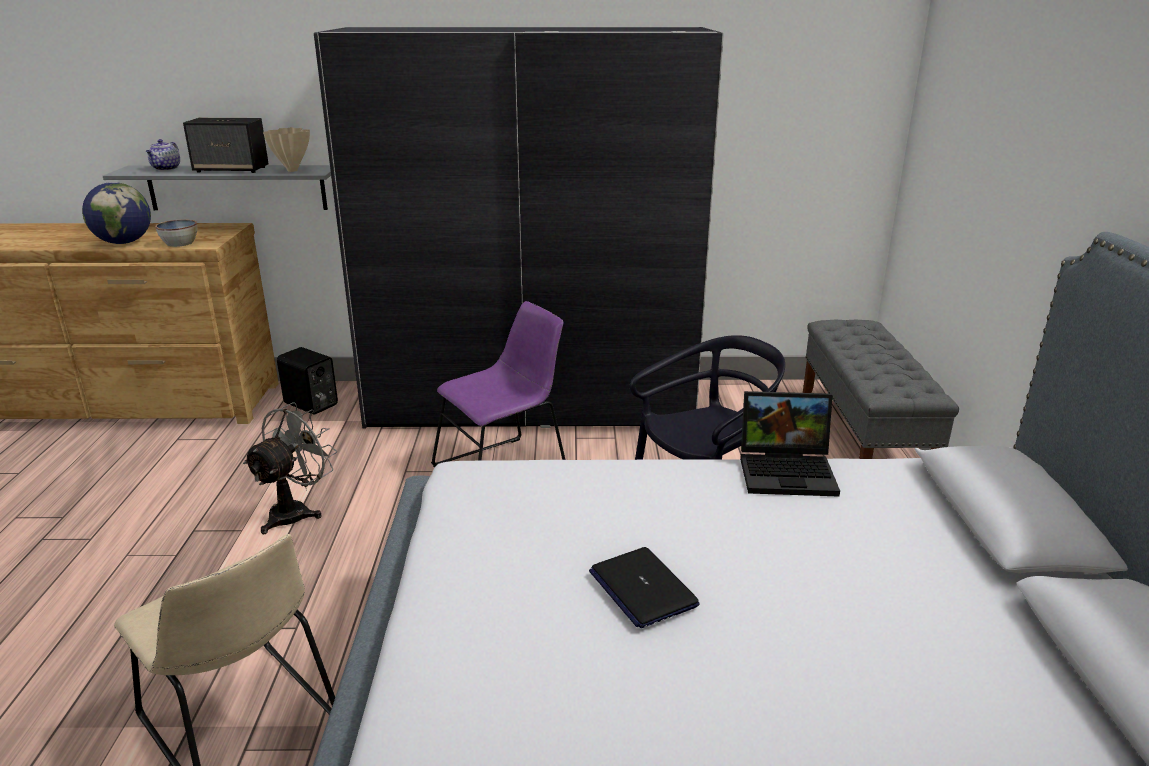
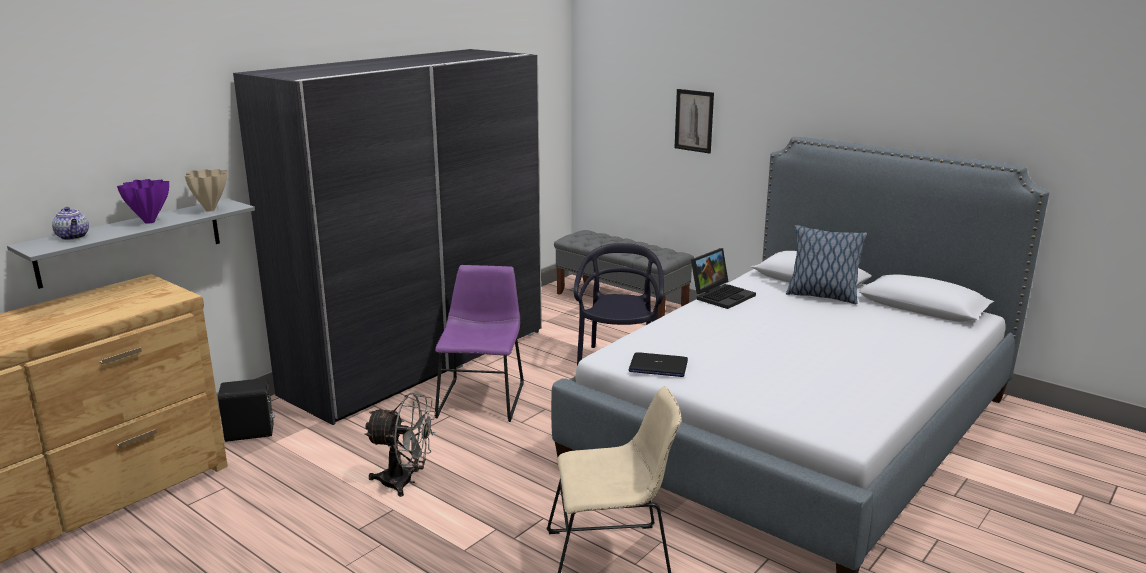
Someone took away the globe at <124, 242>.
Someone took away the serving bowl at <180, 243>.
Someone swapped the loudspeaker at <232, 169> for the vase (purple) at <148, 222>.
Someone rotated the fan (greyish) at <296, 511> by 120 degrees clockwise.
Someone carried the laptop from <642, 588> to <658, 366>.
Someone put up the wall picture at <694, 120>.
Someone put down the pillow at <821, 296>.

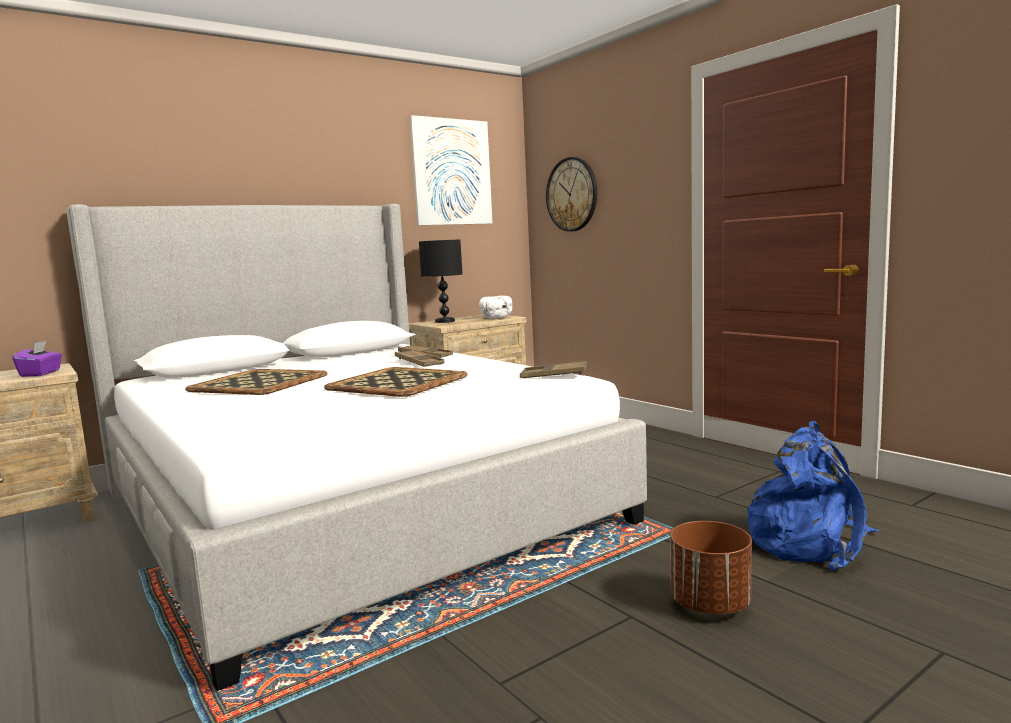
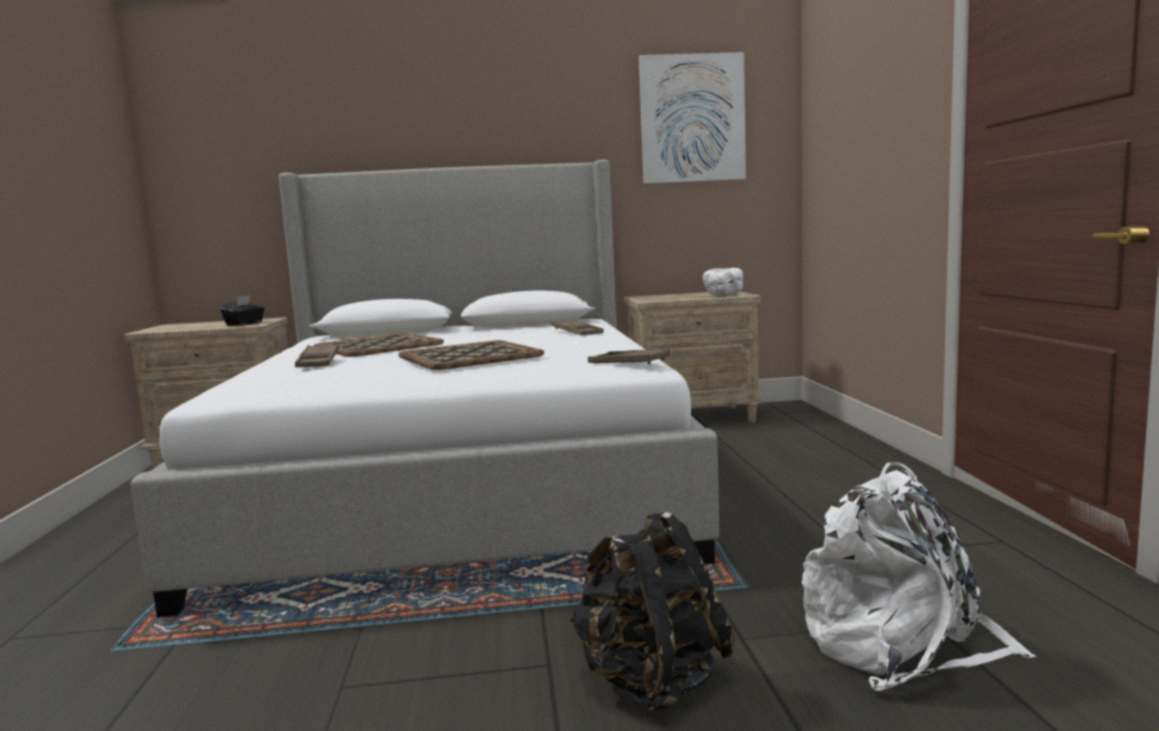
Someone repainted the box of tissues (purple) at <41, 373>, which became the box of tissues (black) at <244, 324>.
Someone carried the carrying tray (brown) from <419, 362> to <318, 361>.
Someone took away the tabletop lamp (black) at <444, 321>.
Someone took away the wall clock at <572, 194>.
Someone swapped the planter (brown) at <710, 605> for the knapsack (black) at <651, 681>.
Someone repainted the knapsack (blue-coloured) at <810, 542>, which became the knapsack (whitish) at <902, 644>.

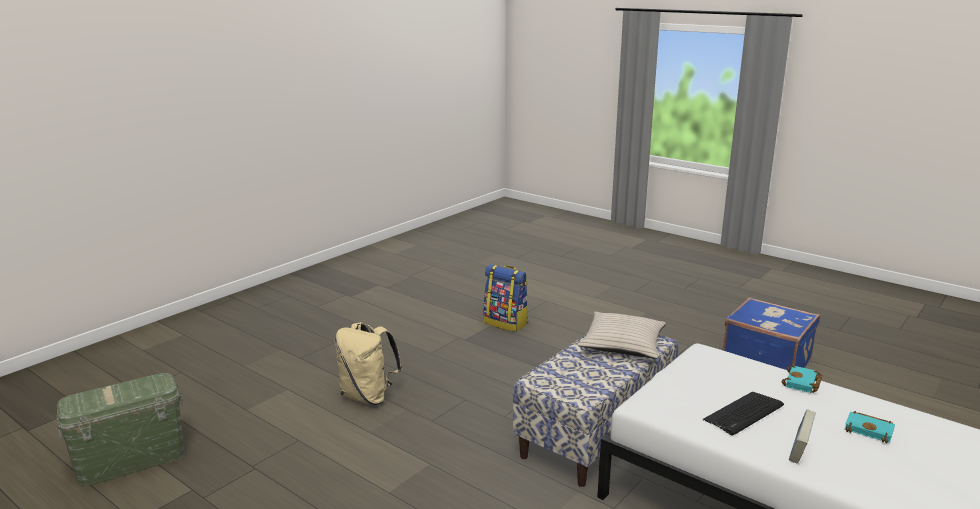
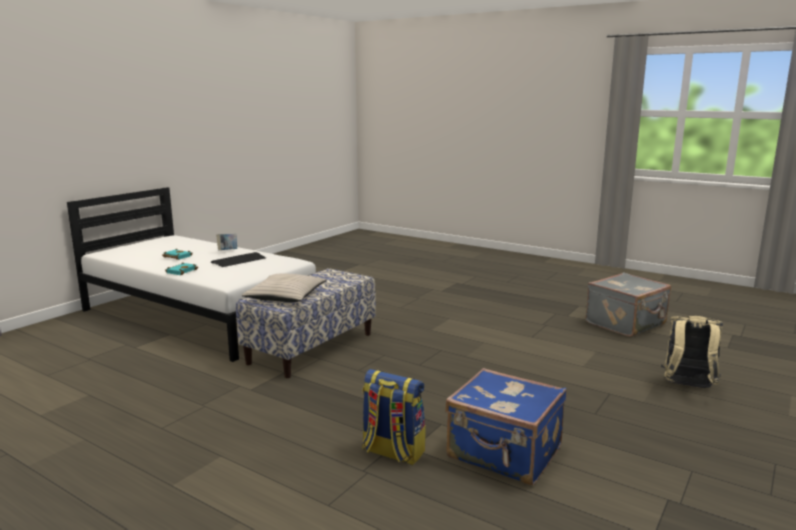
Someone swapped the storage box (greenish) at <131, 461> for the suitcase (greyish) at <626, 324>.
Someone carried the knapsack (beige-coloured) from <368, 396> to <687, 387>.
Someone carried the suitcase (blue-coloured) from <766, 361> to <504, 454>.

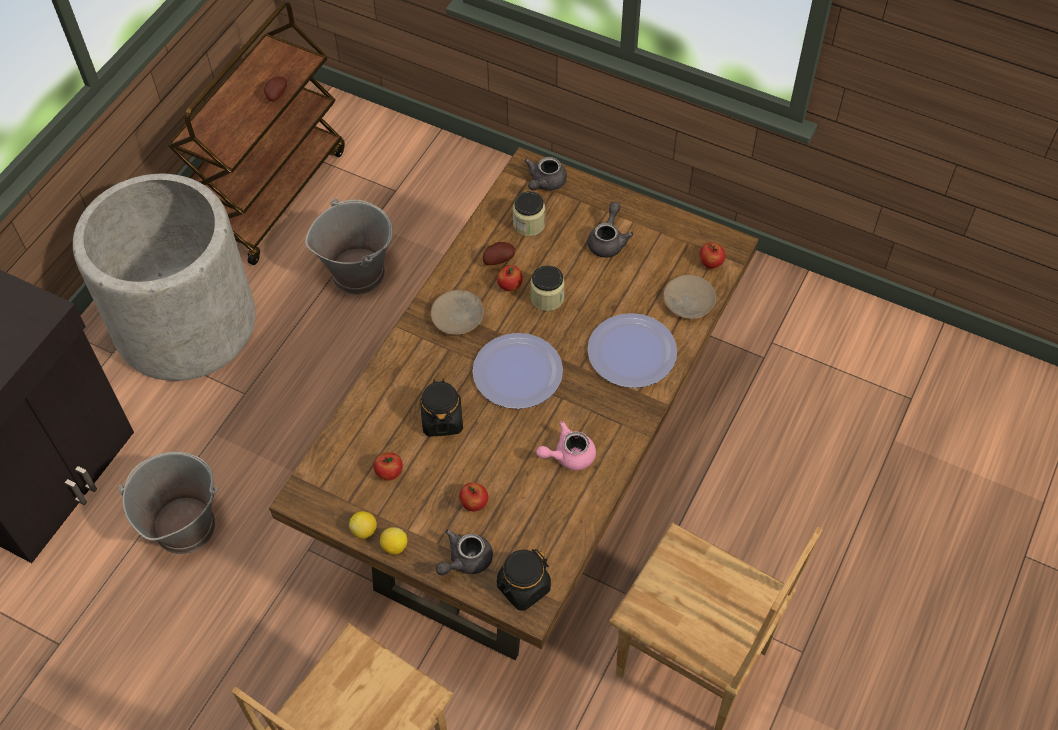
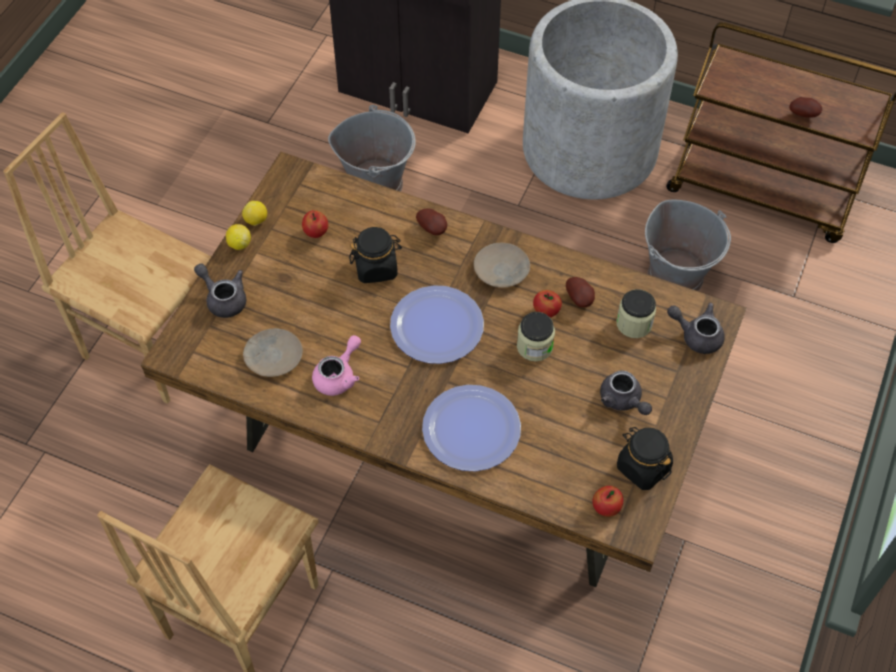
Someone took away the apple fruit at <474, 503>.
Someone carried the jar (black) from <523, 587> to <642, 467>.
Someone rotated the teapot (pinkish) at <568, 455> by 60 degrees clockwise.
Someone rotated the teapot (greyish) at <608, 240> by 45 degrees clockwise.
Someone carried the flat dish (beige-coloured) from <688, 302> to <273, 357>.
Someone put down the spud at <433, 229>.

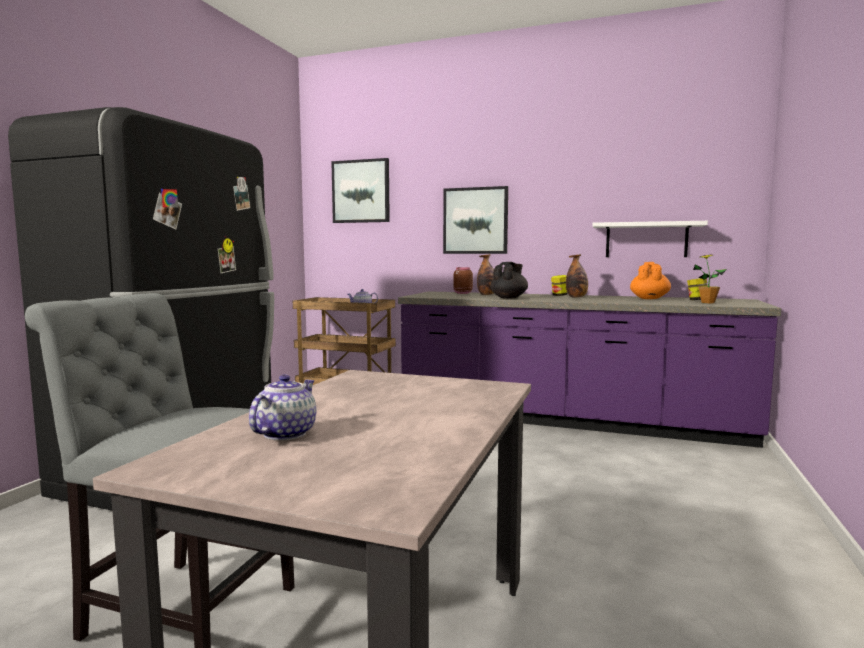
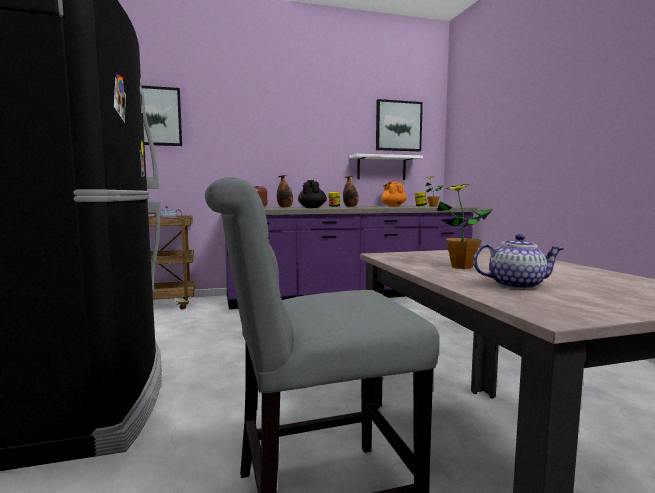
Someone rotated the teapot at <285, 433> by 105 degrees clockwise.
Someone carried the wall picture from <475, 221> to <398, 126>.
Someone put down the plant in a pot at <461, 267>.

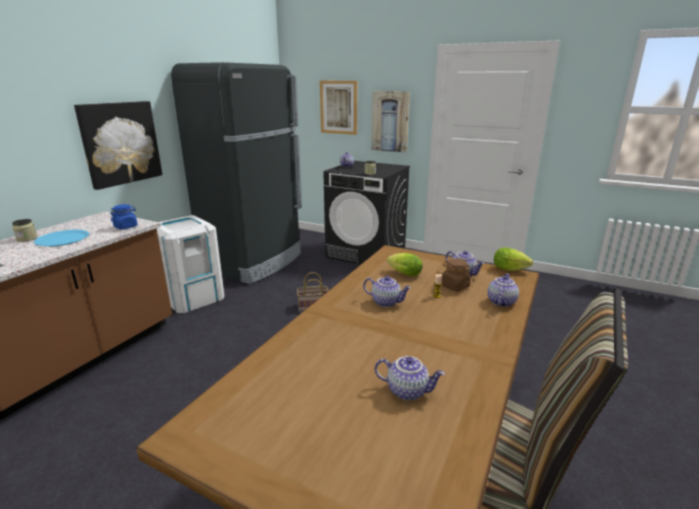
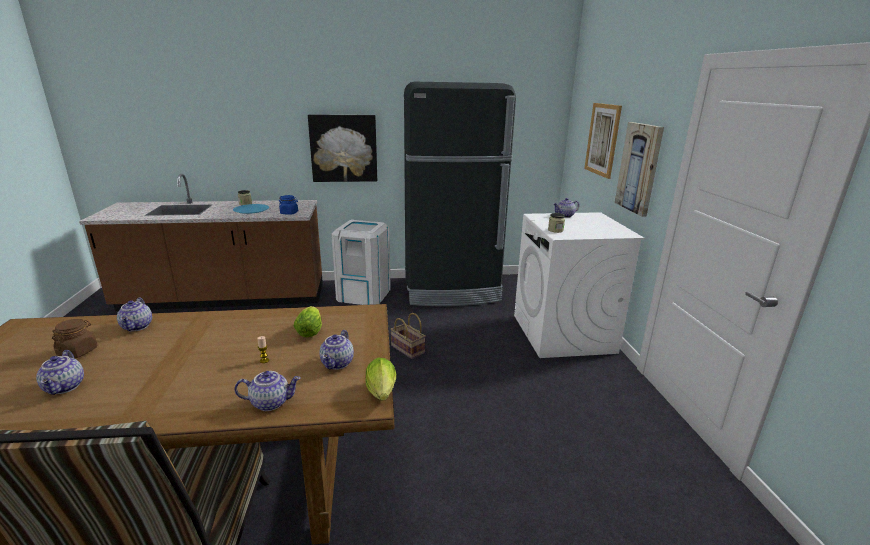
Someone repainted the laundry appliance (black) at <366, 253>, which became the laundry appliance (whitish) at <563, 334>.
Someone carried the teapot from <386, 302> to <138, 327>.
Someone carried the jar (brown) from <454, 286> to <78, 352>.

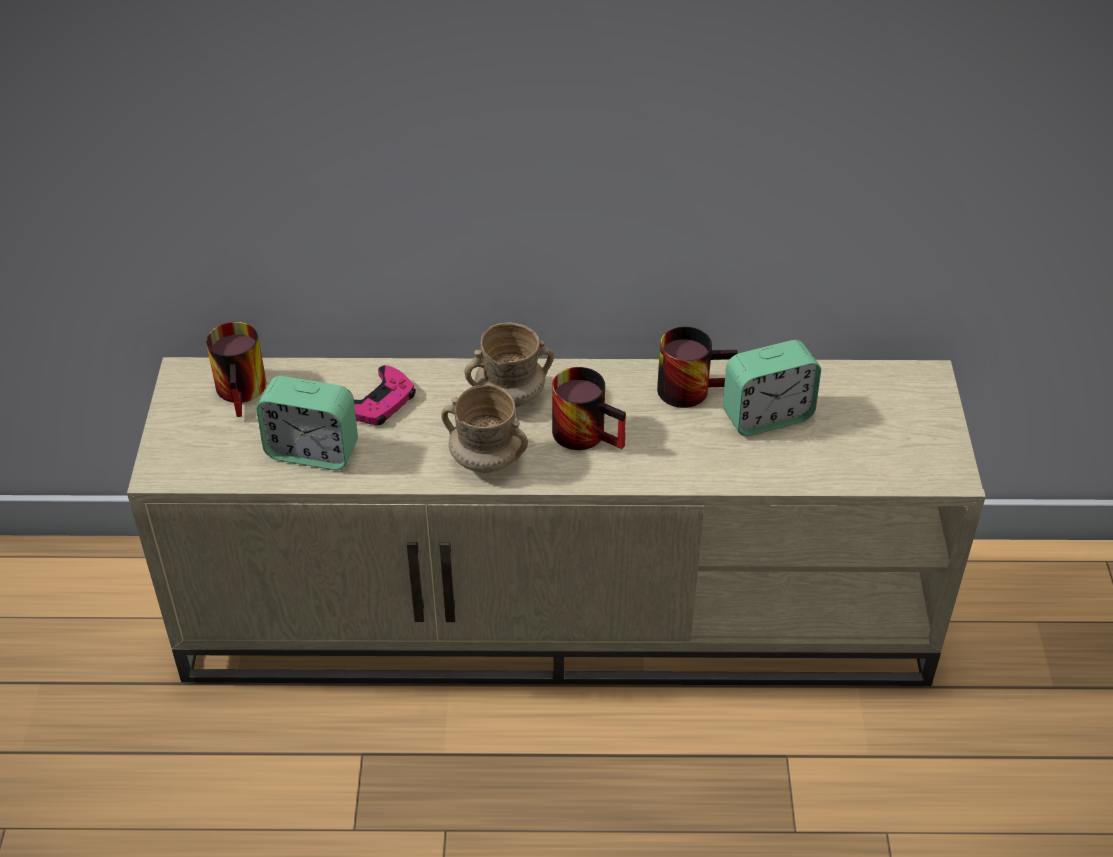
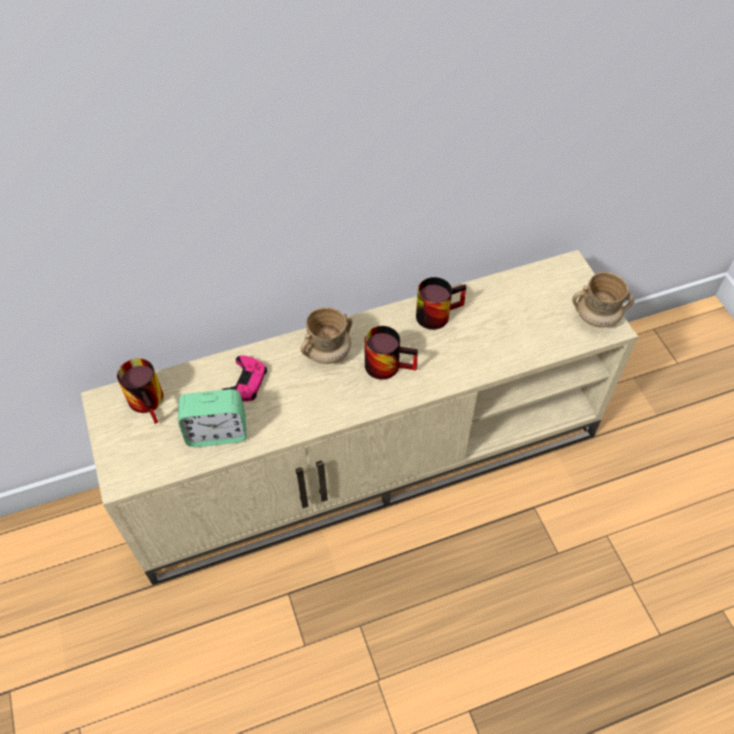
Someone carried the tea mug (beige-coloured) from <485, 460> to <596, 317>.
Someone took away the bedside clock at <767, 416>.

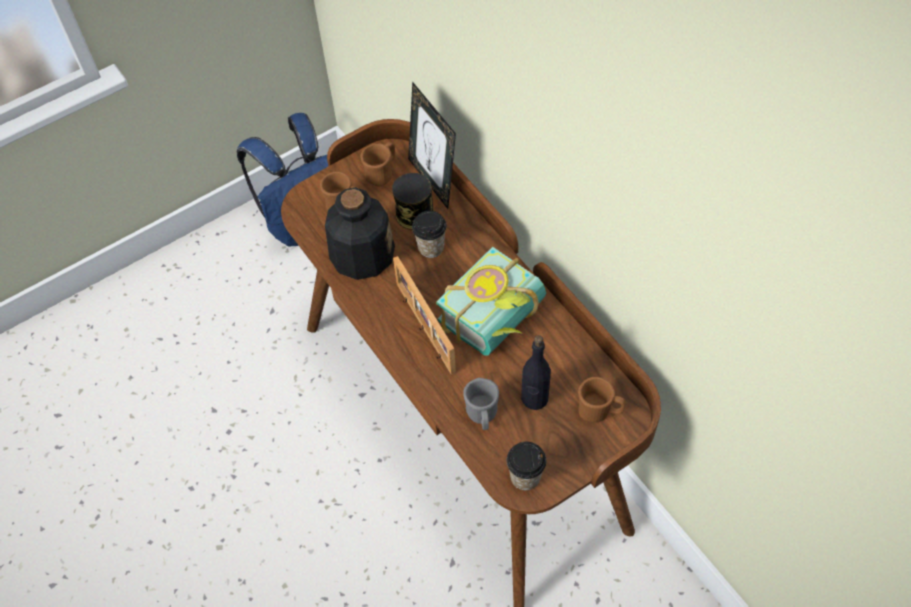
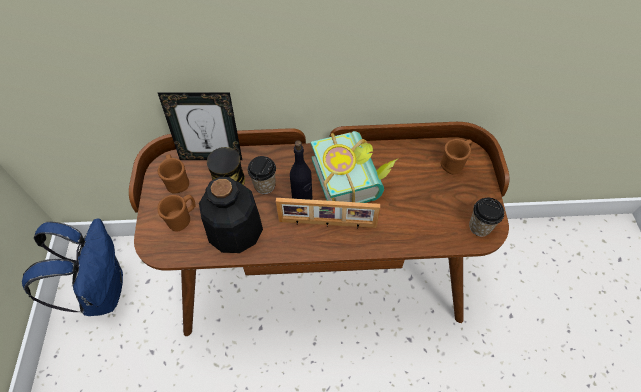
Someone took away the tea mug (greyish) at <482, 415>.
Someone carried the bottle (black) from <534, 398> to <302, 198>.

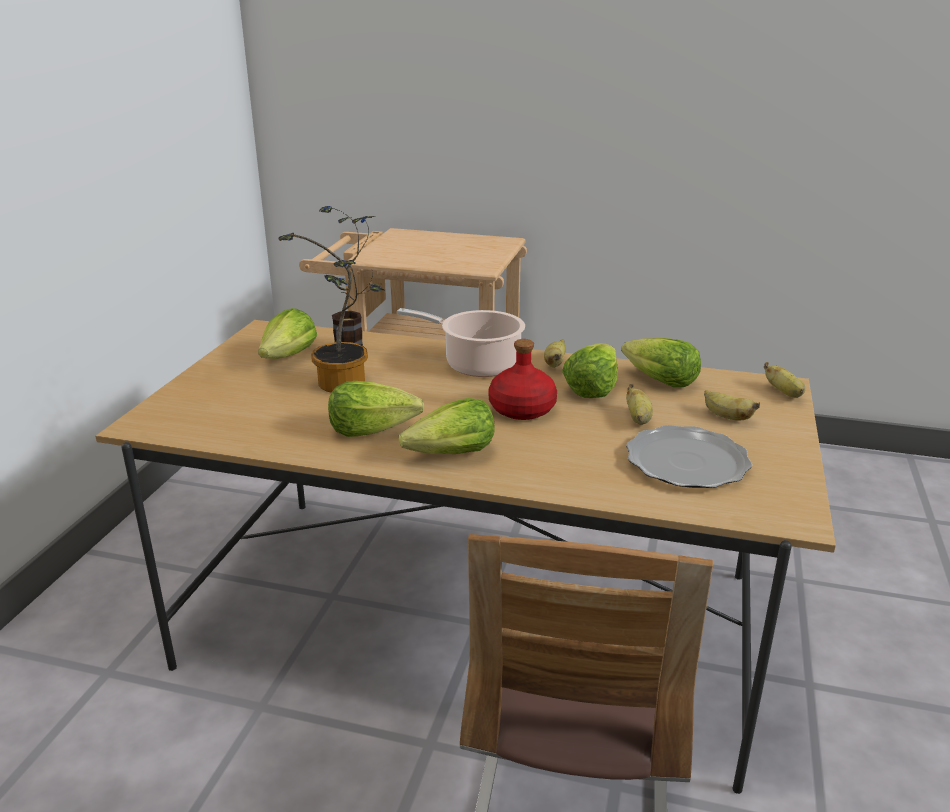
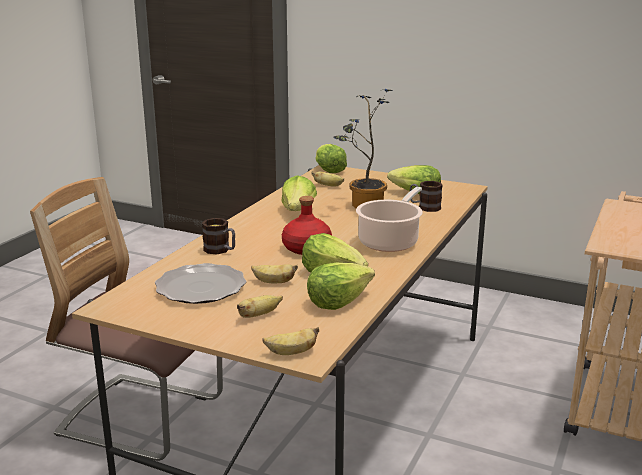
Someone carried the head of lettuce from <452, 454> to <329, 170>.
Someone carried the whole banana from <555, 363> to <328, 186>.
Someone put down the tea mug at <220, 250>.

